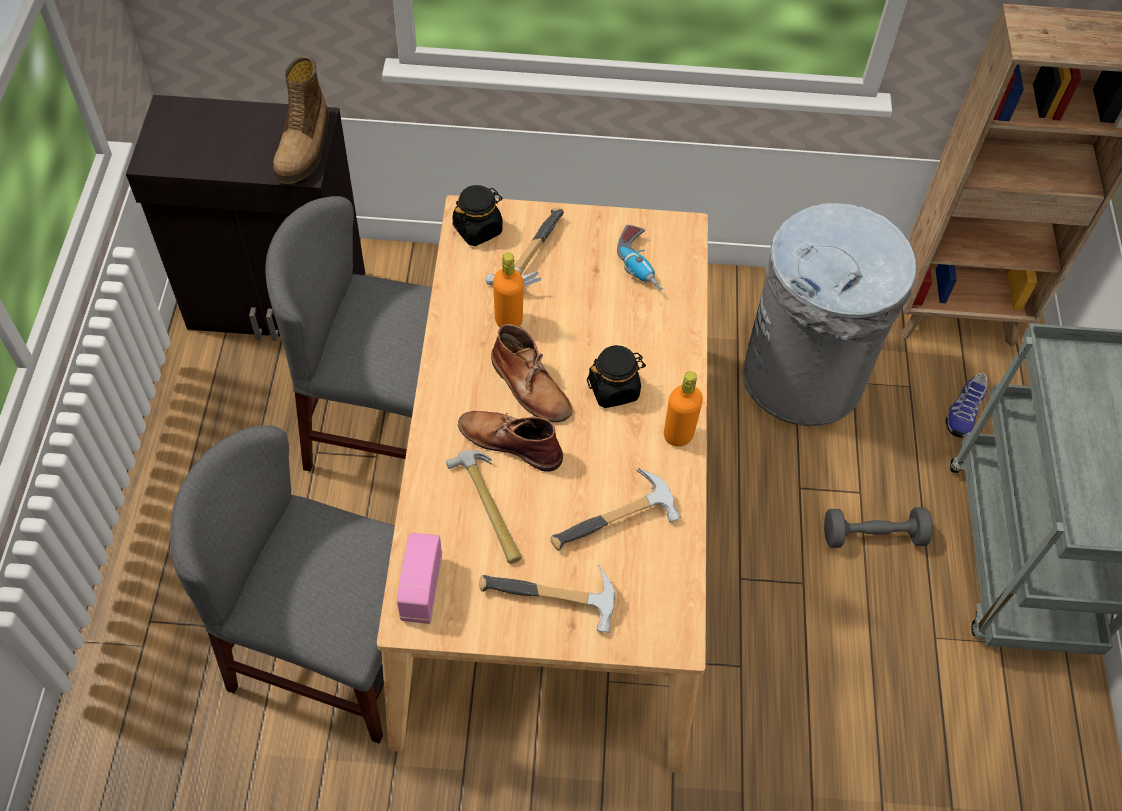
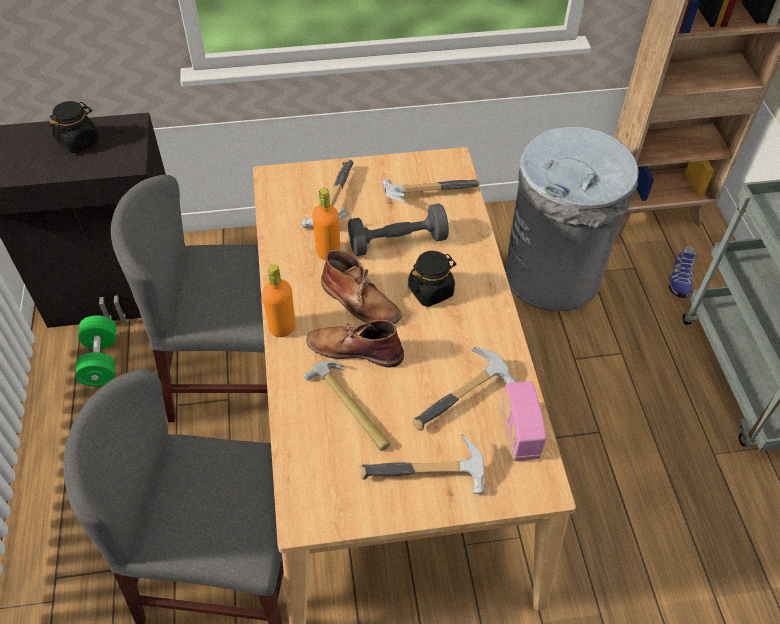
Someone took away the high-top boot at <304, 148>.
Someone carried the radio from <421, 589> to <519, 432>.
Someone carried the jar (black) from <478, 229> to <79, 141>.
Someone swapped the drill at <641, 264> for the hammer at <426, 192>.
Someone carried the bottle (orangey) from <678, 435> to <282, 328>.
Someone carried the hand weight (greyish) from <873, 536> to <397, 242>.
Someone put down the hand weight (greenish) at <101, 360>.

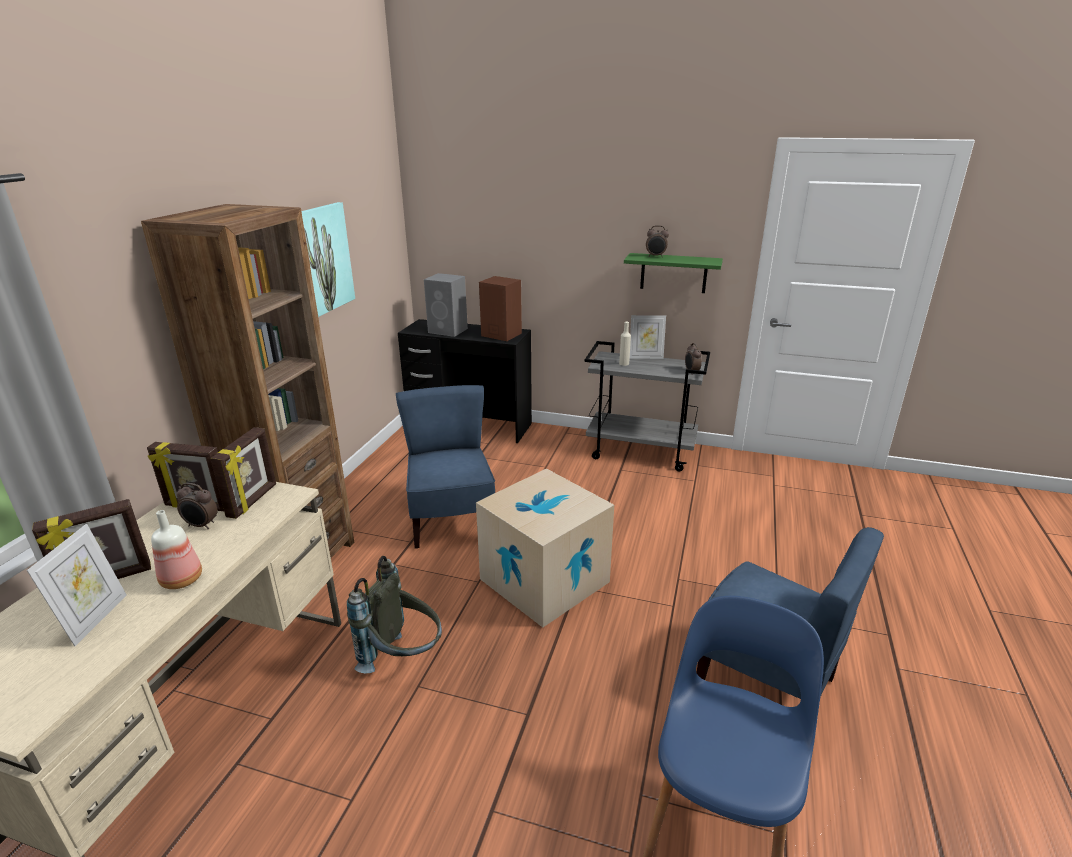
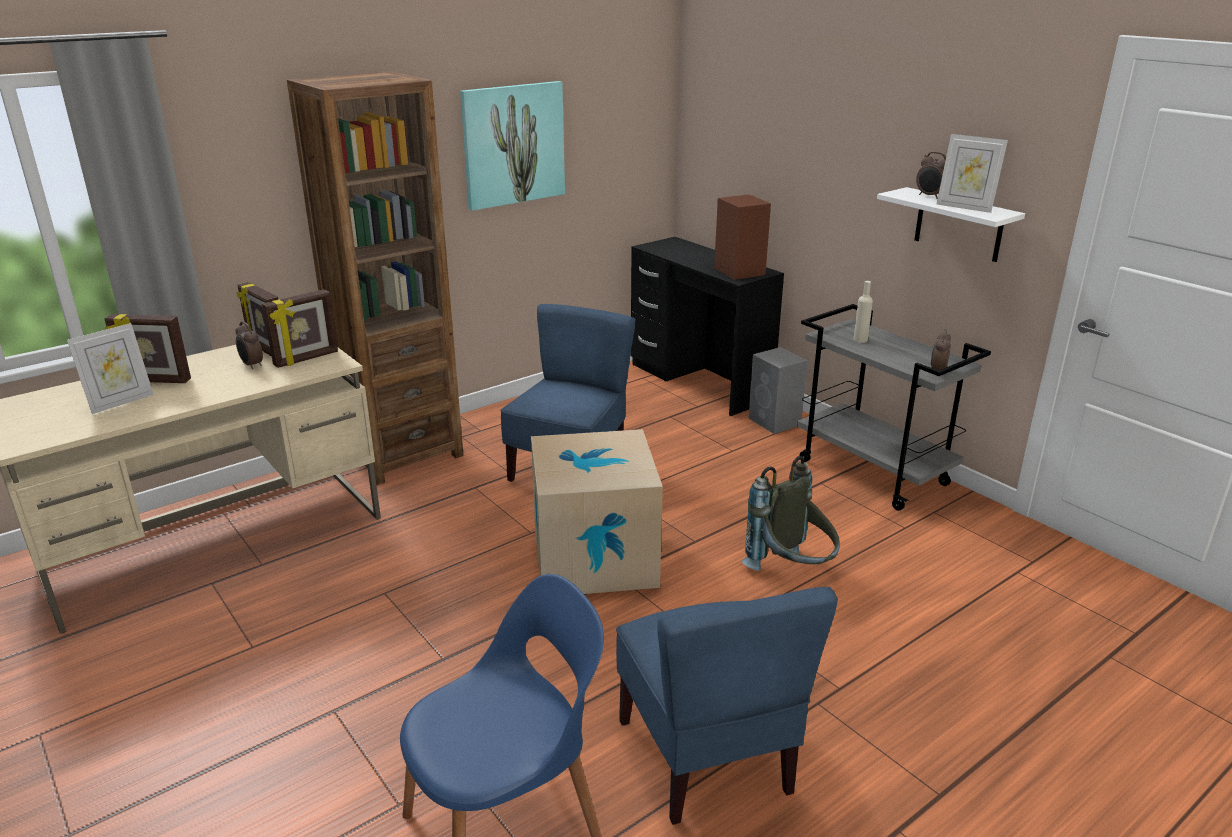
Someone took away the bottle at <181, 579>.
Someone carried the knapsack (greyish) from <403, 658> to <792, 572>.
Someone carried the loudspeaker (greyish) from <448, 331> to <775, 422>.
Someone repainted the wall shelf (greenish) at <673, 273>, which became the wall shelf (whitish) at <958, 225>.
Someone carried the picture frame from <645, 357> to <965, 207>.

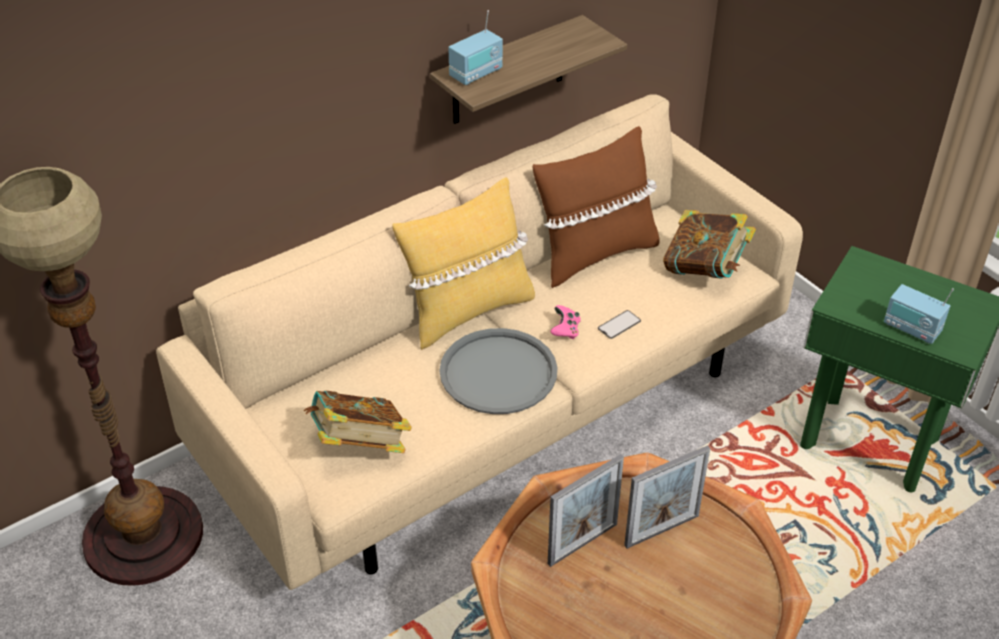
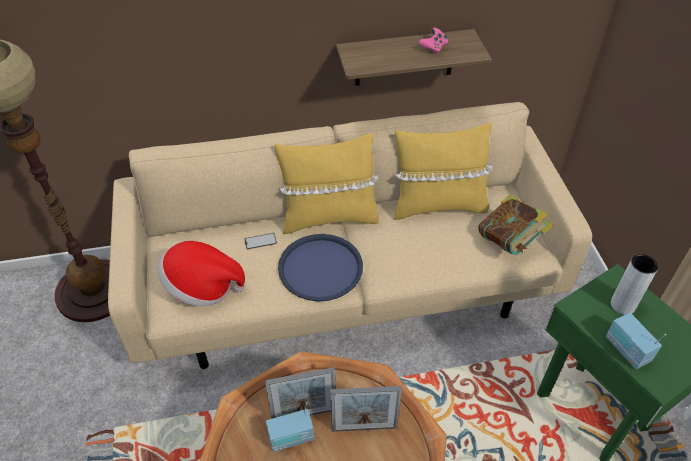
Someone swapped the book at <360, 446> for the clothing hat at <202, 287>.
Someone repainted the carrying tray (greyish) at <498, 372>, which became the carrying tray (blue-coloured) at <320, 268>.
Someone carried the radio from <476, 74> to <291, 438>.
Someone repainted the pillow (brown) at <594, 255>, which became the pillow (yellow) at <438, 205>.
Someone carried the game controller (pinkish) from <565, 330> to <433, 47>.
Someone carried the handset from <619, 325> to <260, 241>.
Someone put down the vase (greyish) at <622, 305>.

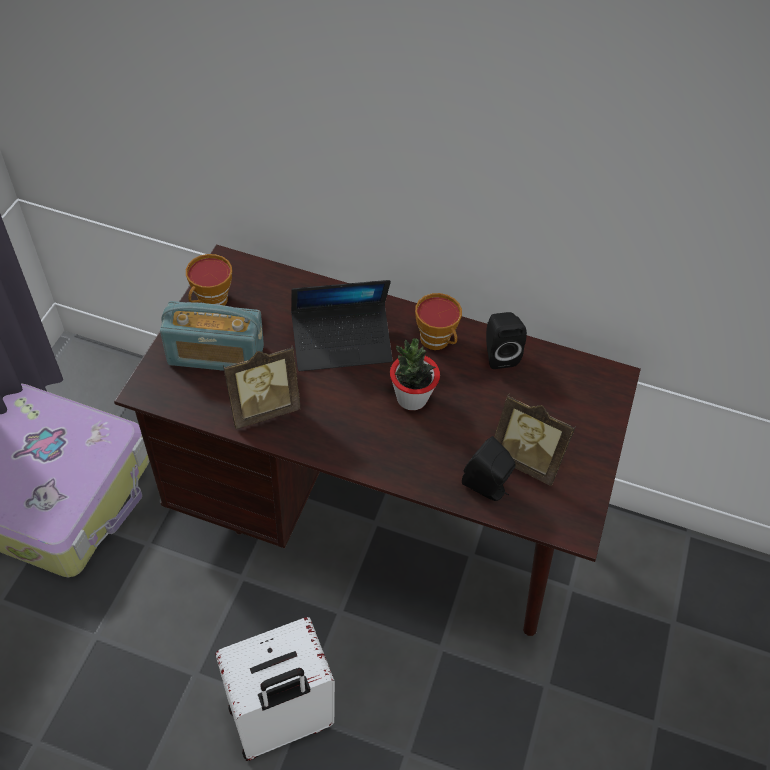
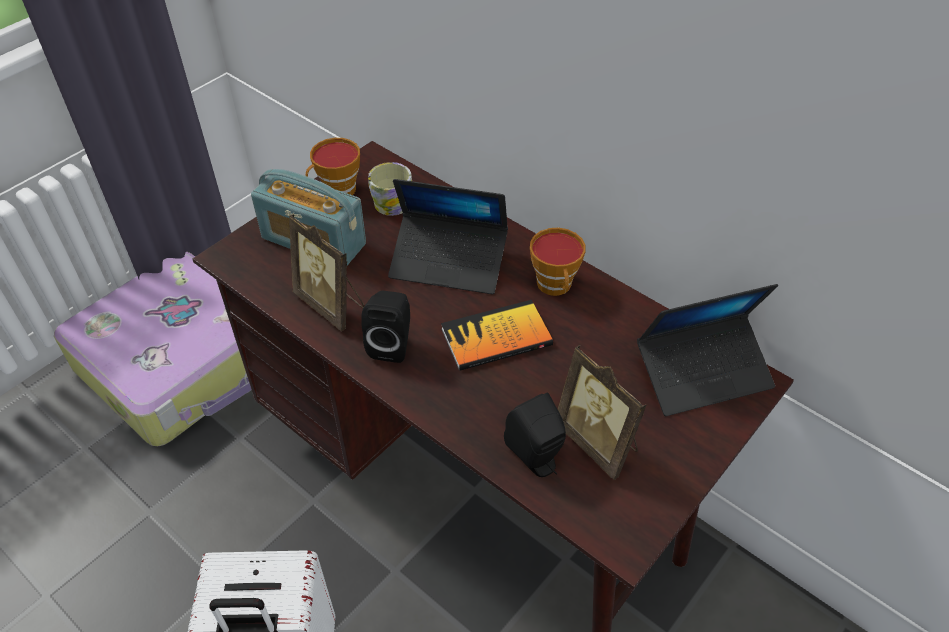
Someone rotated the picture frame at <263, 408> by 45 degrees clockwise.
Someone swapped the plant in a pot at <411, 398> for the book at <496, 337>.
Someone carried the loudspeaker (black) from <498, 354> to <392, 344>.
Someone put down the tea mug at <391, 201>.
Someone put down the laptop at <703, 372>.

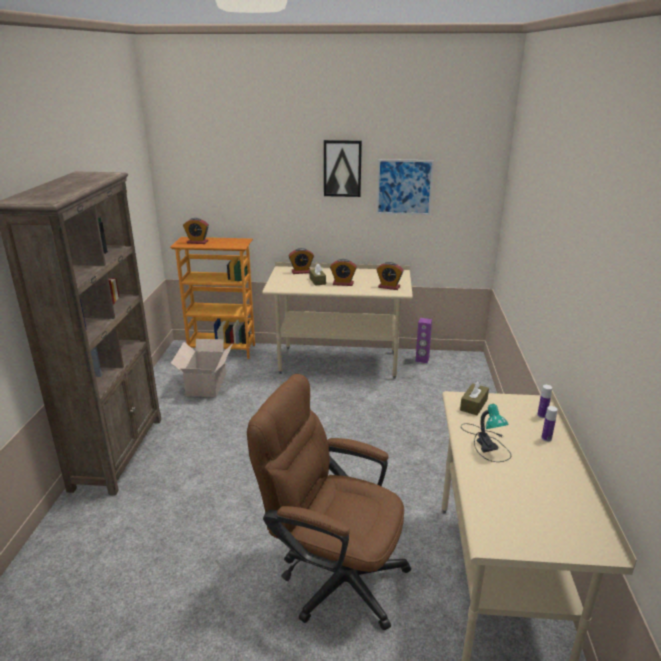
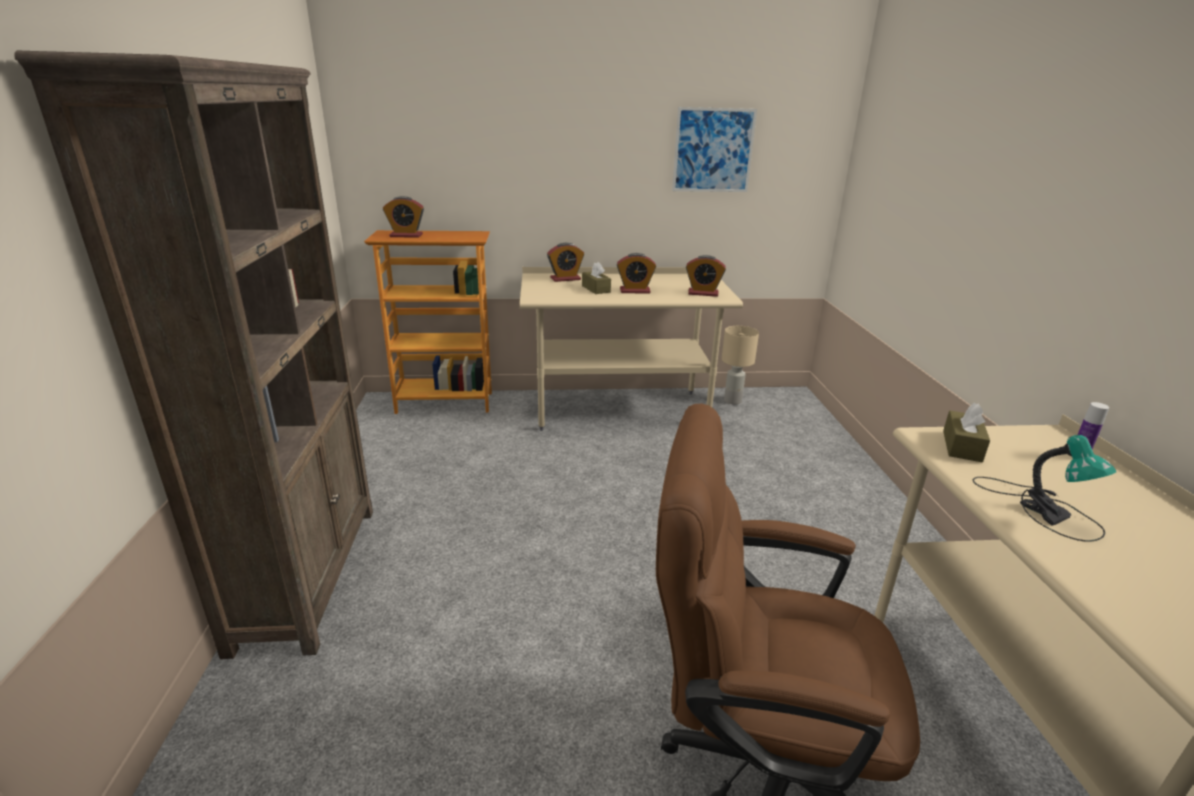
Someone took away the cardboard box at <205, 385>.
Someone took away the wall picture at <342, 168>.
Someone swapped the loudspeaker (purple) at <422, 360> for the tabletop lamp (beige-coloured) at <733, 401>.
Someone took away the bottle at <546, 438>.

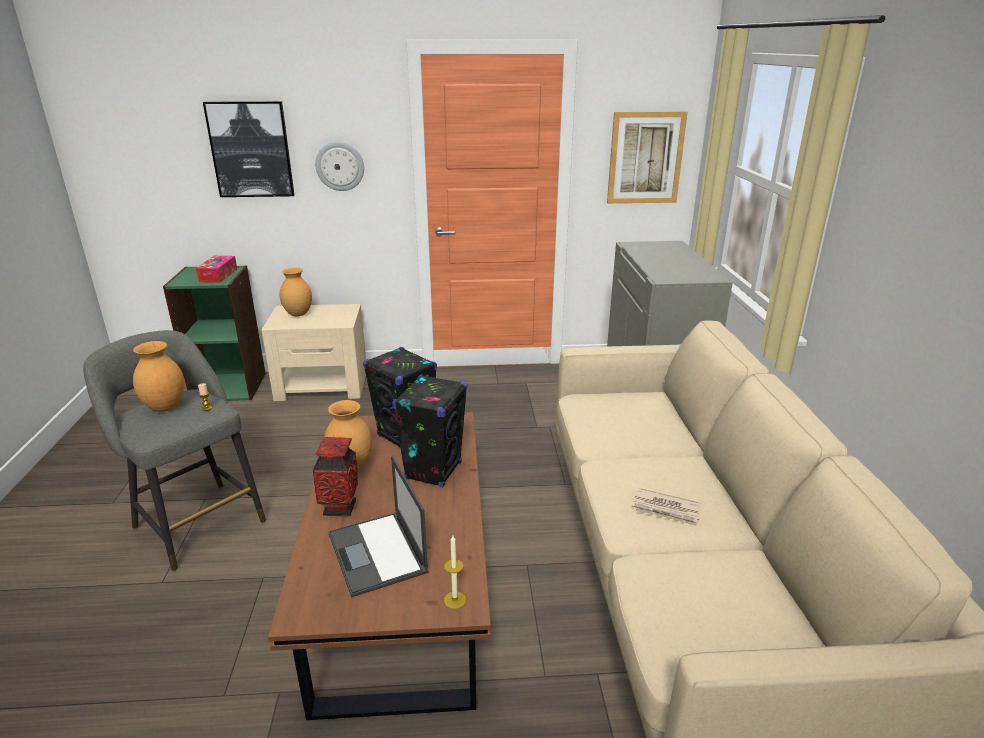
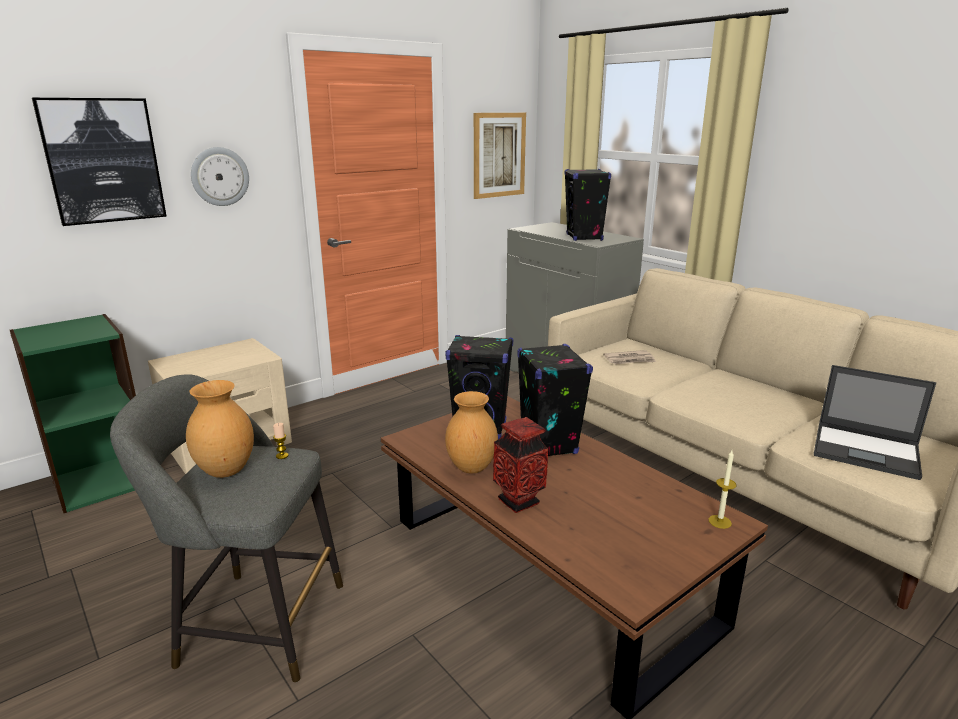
Someone took away the box of tissues at <218, 275>.
Someone took away the vase (brown) at <298, 314>.
Someone carried the laptop from <378, 554> to <867, 451>.
Someone carried the daily paper from <666, 510> to <630, 360>.
Someone put down the loudspeaker (black) at <584, 237>.

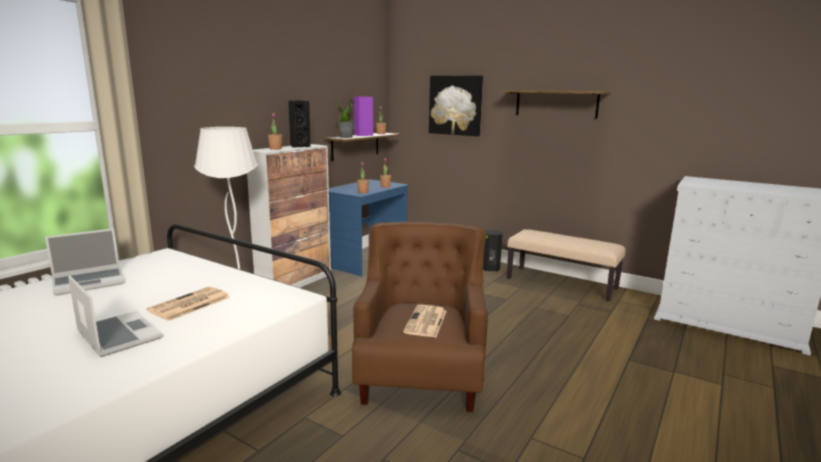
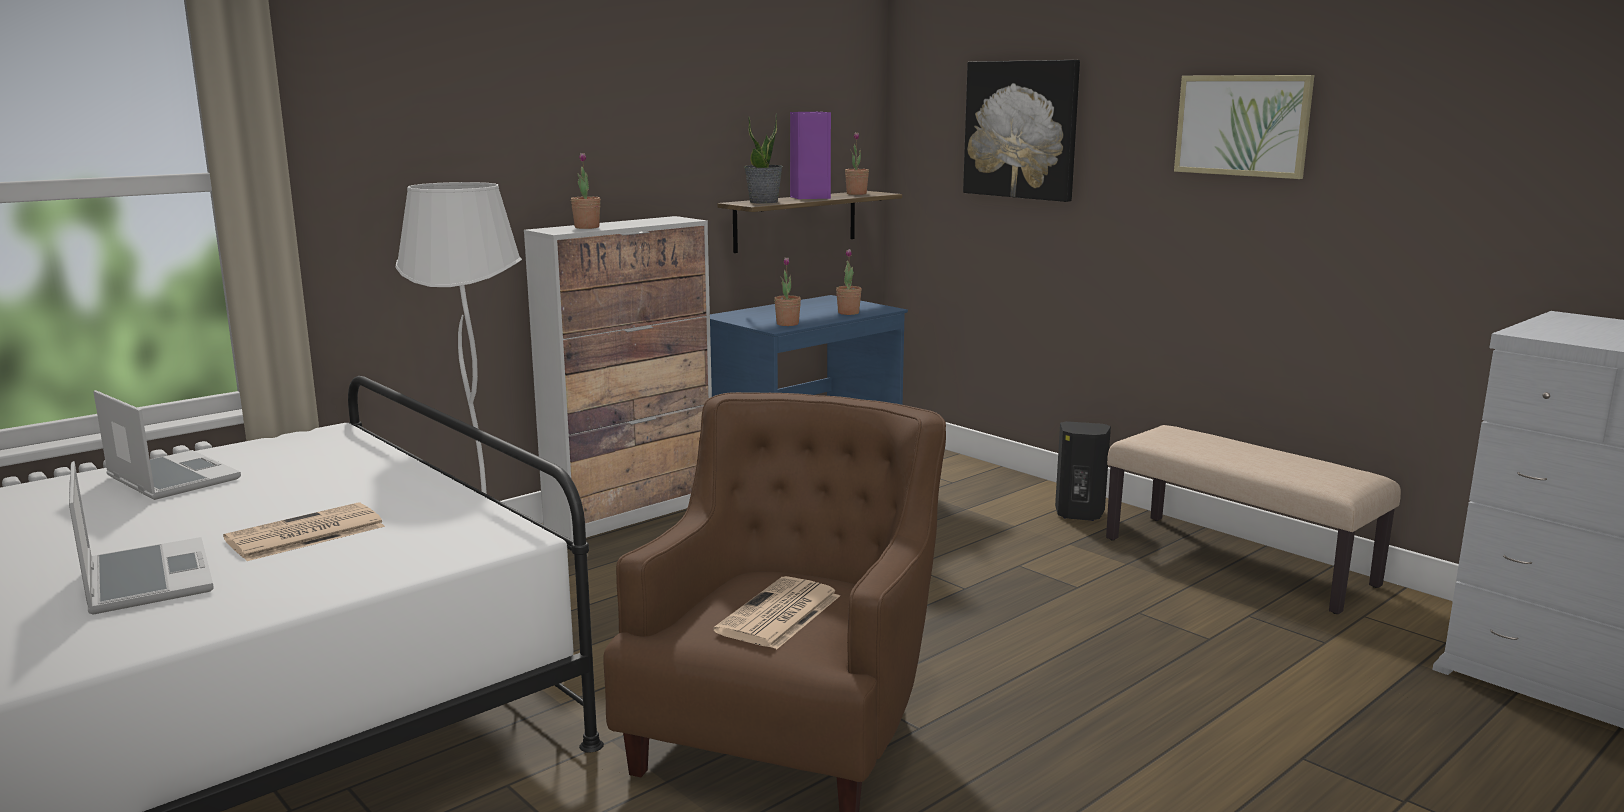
Someone rotated the laptop at <90, 282> by 120 degrees counterclockwise.
Someone took away the loudspeaker (black) at <299, 146>.
Someone swapped the wall shelf at <556, 103> for the wall picture at <1242, 125>.

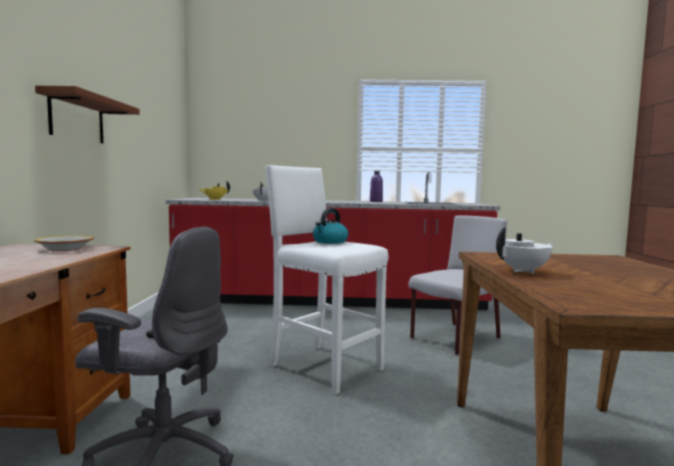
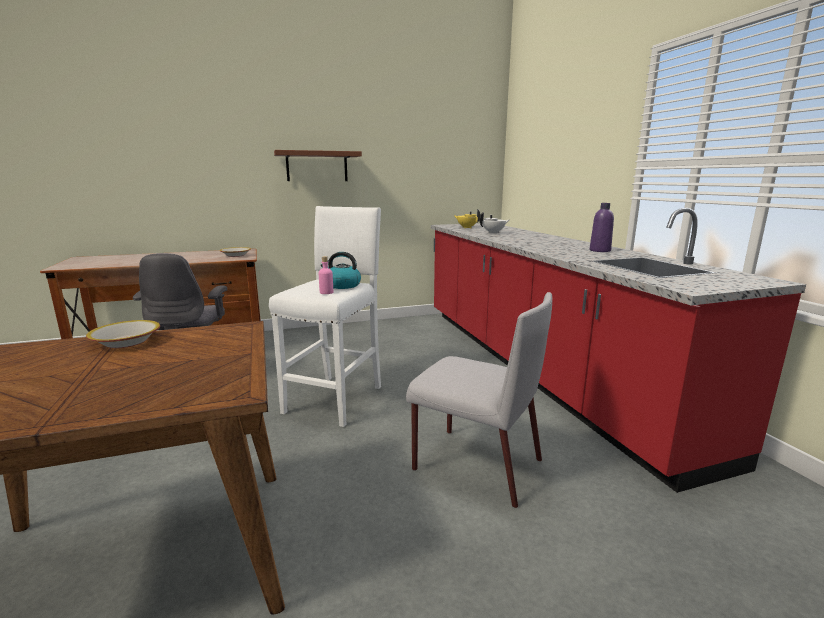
Someone swapped the teapot (whitish) at <523, 271> for the serving bowl at <126, 342>.
Someone put down the bottle (pinkish) at <326, 292>.

